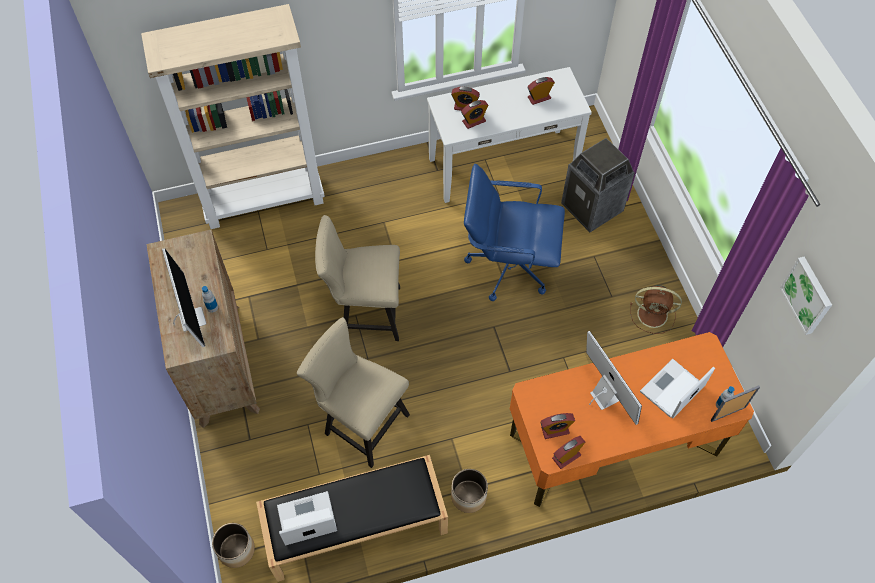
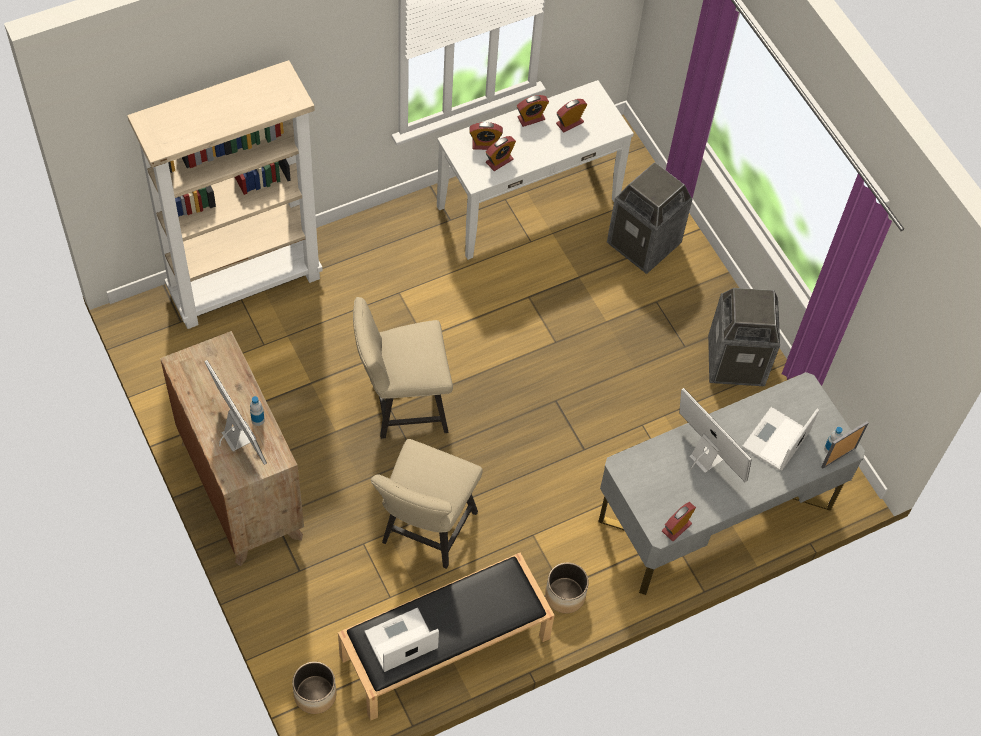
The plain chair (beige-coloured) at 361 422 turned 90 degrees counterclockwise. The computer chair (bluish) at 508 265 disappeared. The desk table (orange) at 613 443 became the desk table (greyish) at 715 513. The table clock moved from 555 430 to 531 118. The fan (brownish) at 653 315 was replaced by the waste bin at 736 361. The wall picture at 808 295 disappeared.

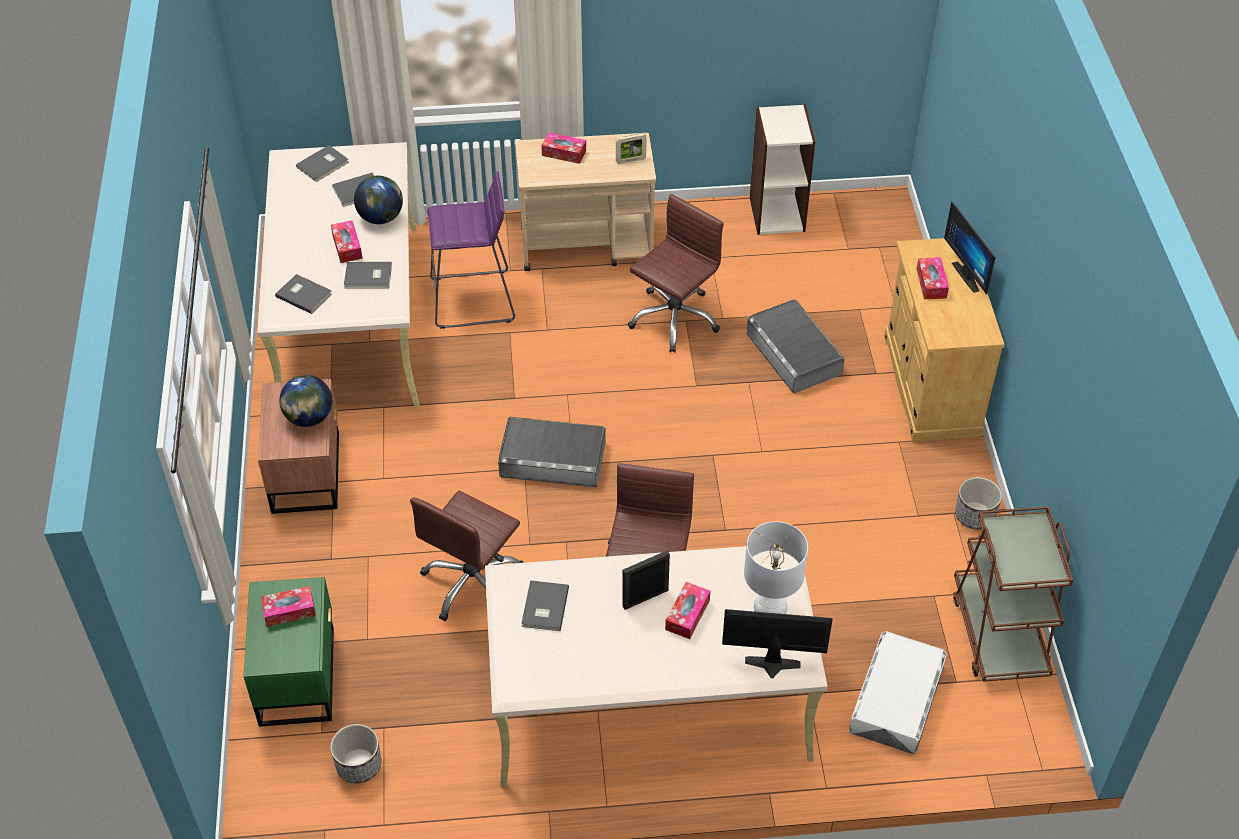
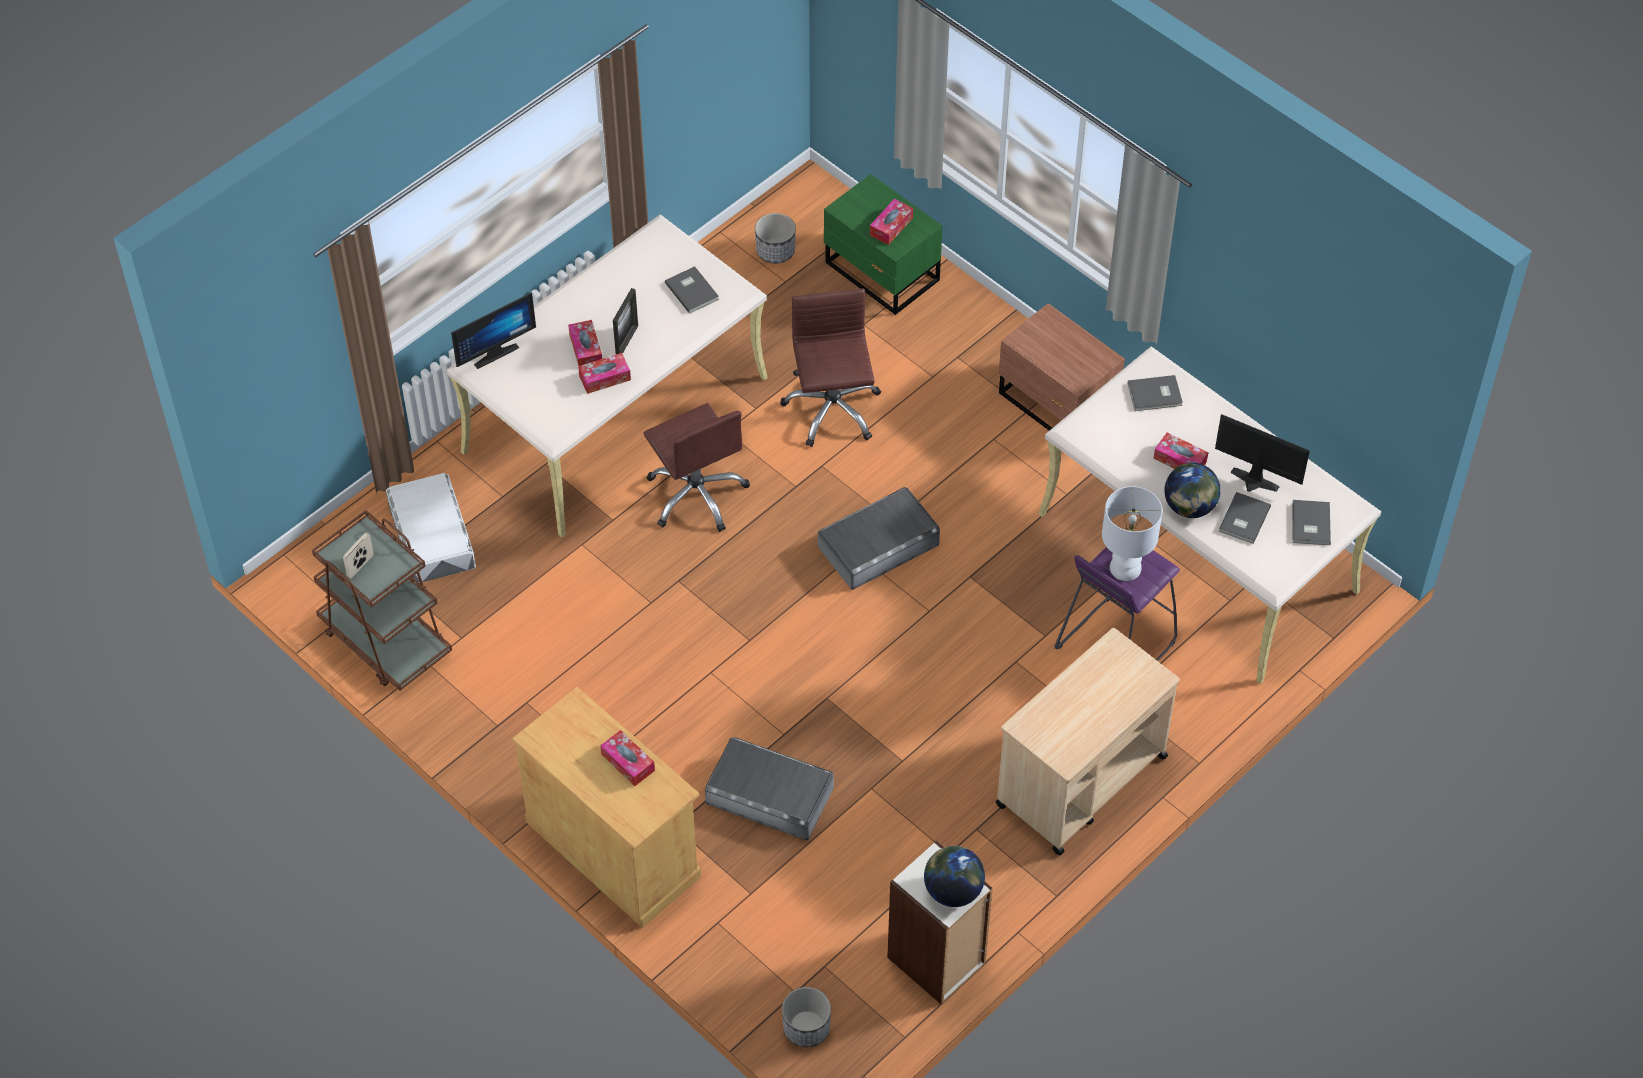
The globe moved from 309 418 to 953 890. The volume (greyish) at 368 277 disappeared. The tissue box moved from 564 153 to 605 378. The picture frame moved from 631 160 to 360 566. The computer chair (brownish) at 674 318 disappeared. The tabletop lamp (white-coloured) moved from 770 608 to 1125 567. The monitor moved from 970 275 to 1252 484. The flower pot moved from 974 516 to 806 1027.

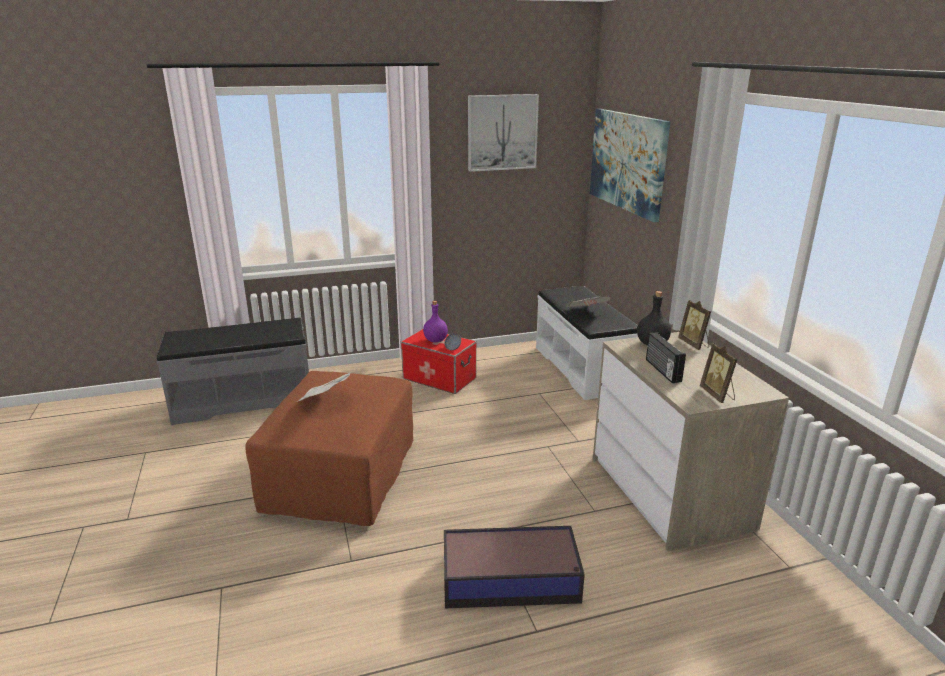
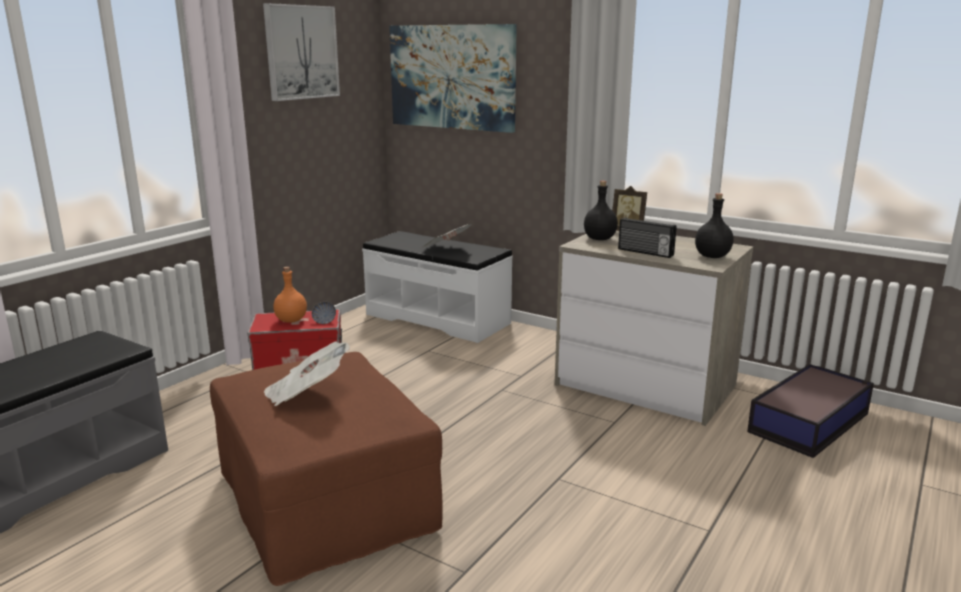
The beverage bottle (purplish) at 435 340 became the beverage bottle (orange) at 291 320. The storage box moved from 512 579 to 810 422. The picture frame at 718 395 was replaced by the beverage bottle (blackish) at 712 256.

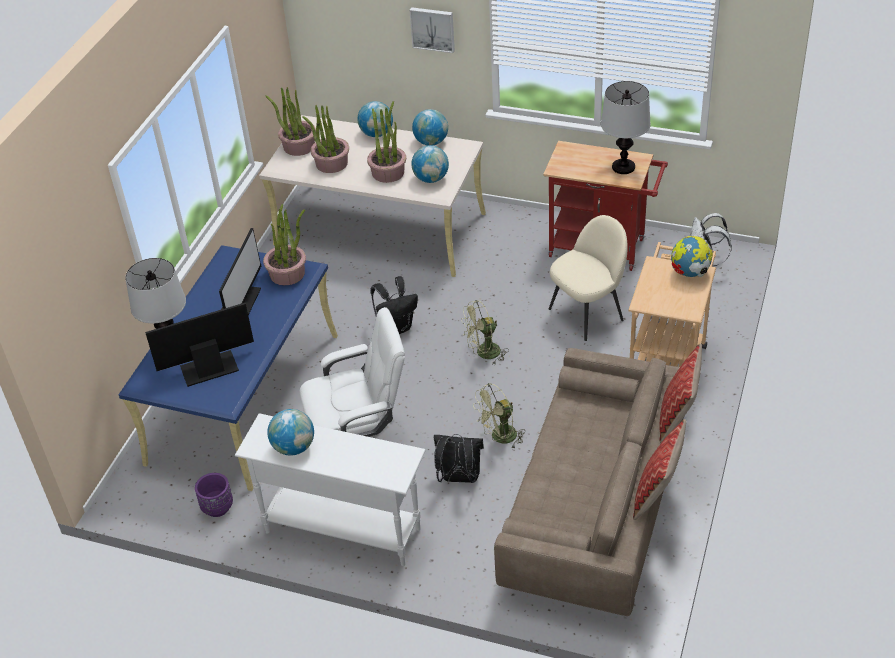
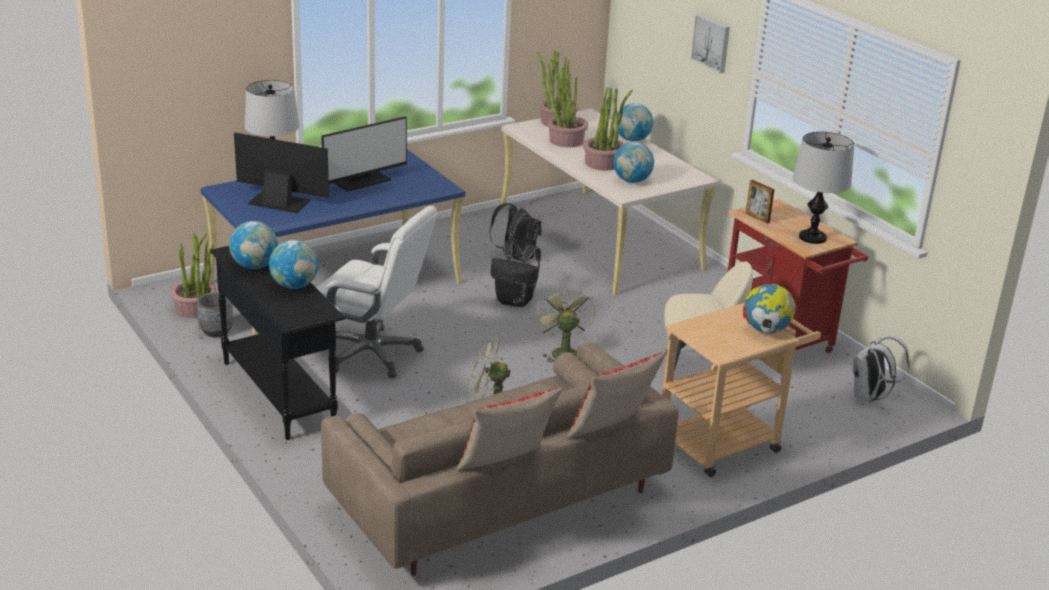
The flower pot (purplish) at 217 508 became the flower pot (greyish) at 216 331. The narrow table (white-coloured) at 342 530 became the narrow table (blackish) at 278 393. The potted plant moved from 287 273 to 195 309. The globe moved from 431 142 to 294 286. The rucksack (blackish) moved from 459 478 to 515 257. The fan (green) at 483 353 turned 60 degrees clockwise. The picture frame at 757 218 appeared.

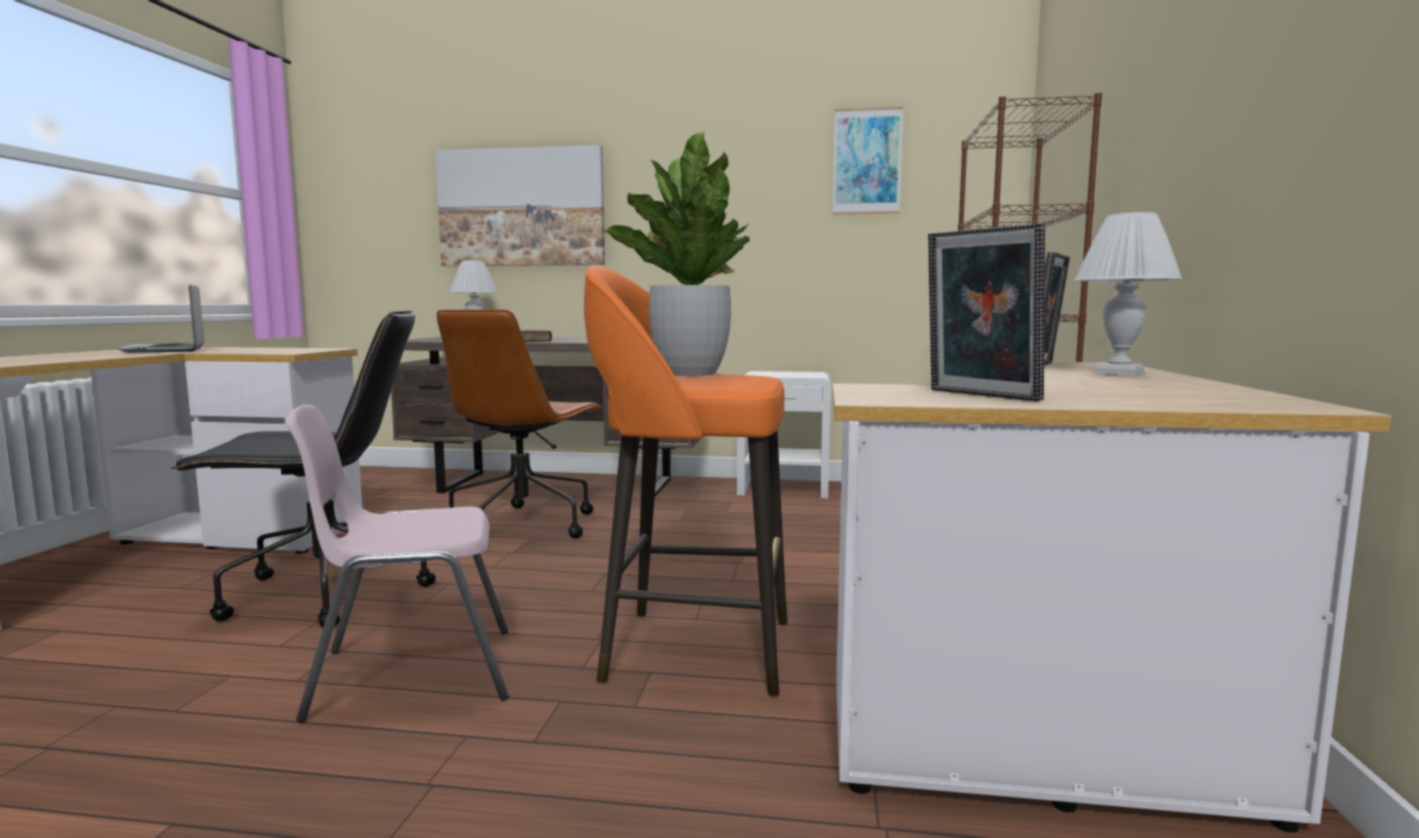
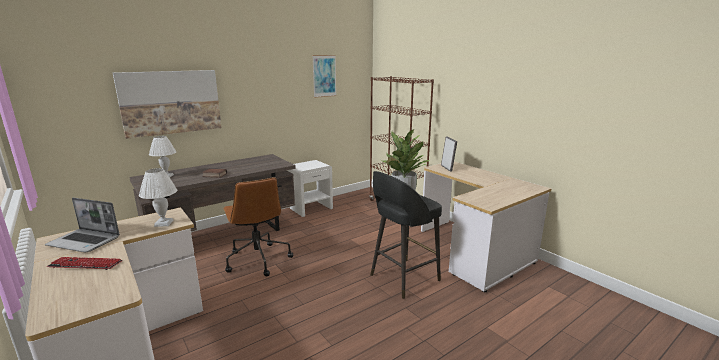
The computer chair (blackish) at 323 593 disappeared. The plain chair (pink) at 410 673 disappeared. The stool (orange) at 692 649 became the stool (blackish) at 403 278. The picture frame at 979 395 disappeared. The tabletop lamp (white-coloured) moved from 1118 373 to 163 223. The PC keyboard at 85 264 appeared.

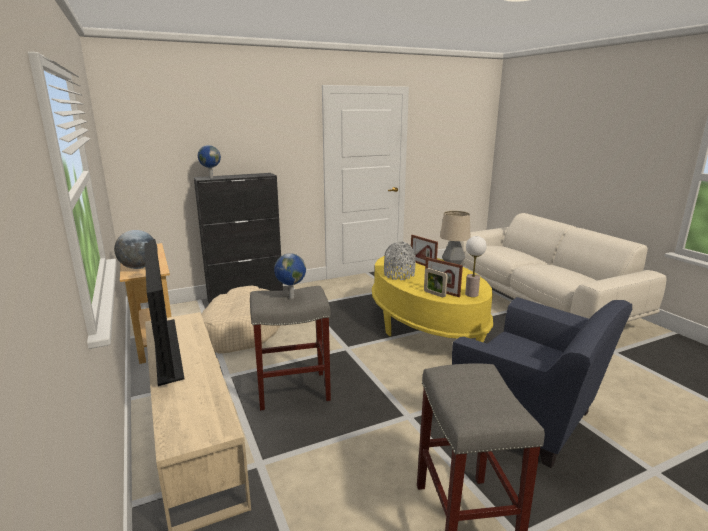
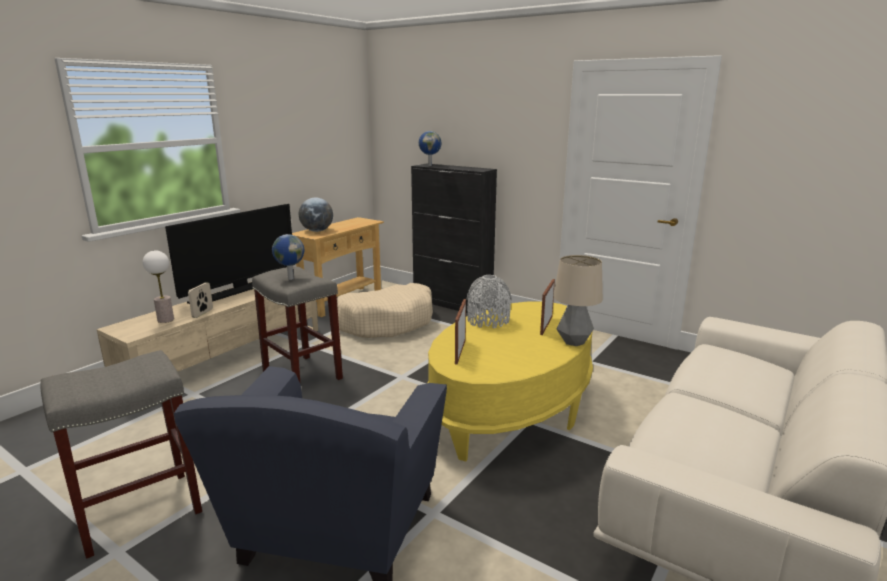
The picture frame moved from 434 294 to 202 313. The tabletop lamp moved from 471 294 to 165 320.

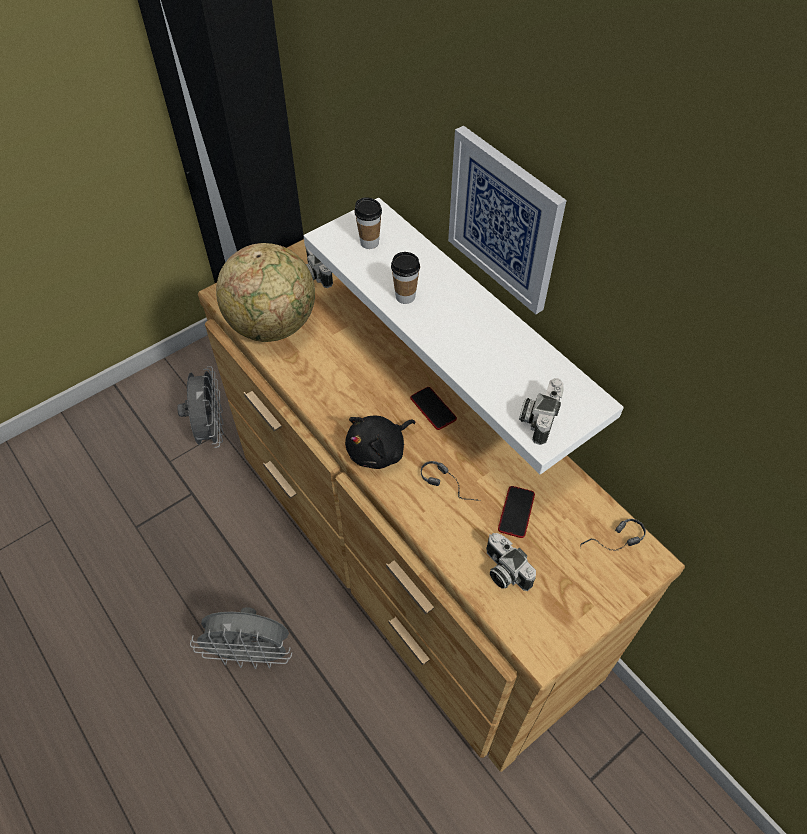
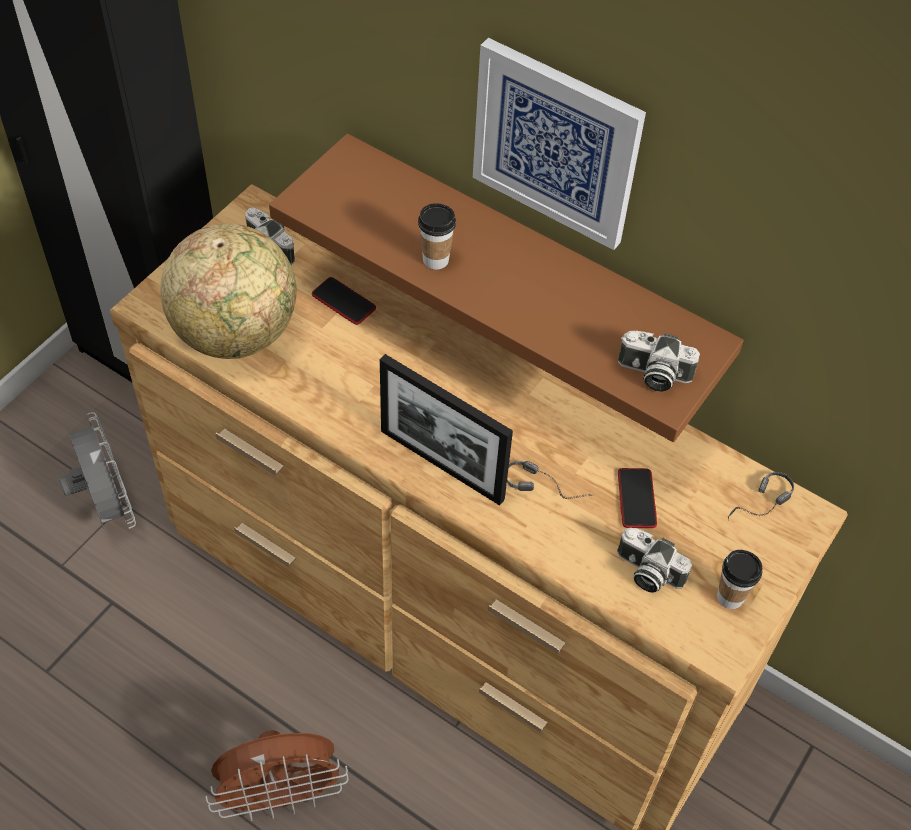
The fan (greyish) at 251 653 became the fan (brownish) at 281 796. The wall shelf (white-coloured) at 484 319 became the wall shelf (brownish) at 530 267. The cuddly toy (blackish) at 379 450 was replaced by the picture frame at 441 465. The drinking cup moved from 369 242 to 730 597. The phone moved from 433 408 to 343 302. The still camera at 538 417 turned 75 degrees counterclockwise.

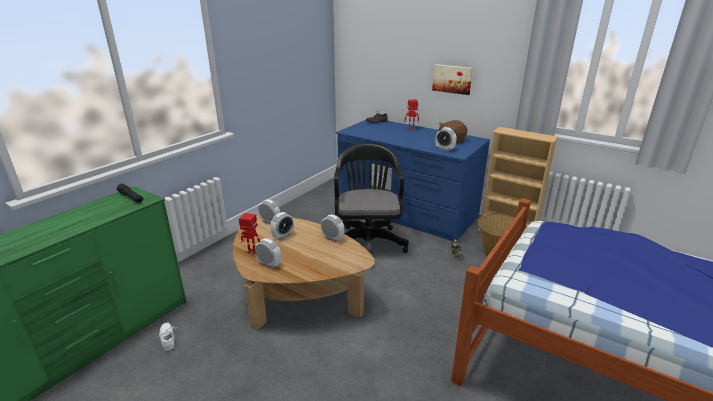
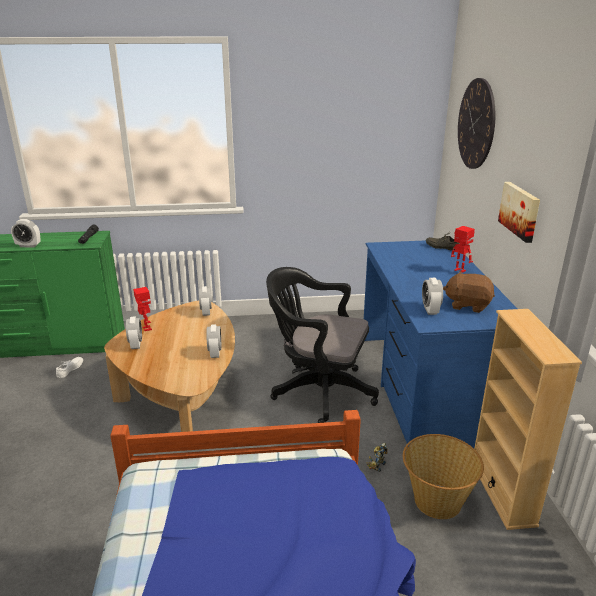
The table clock moved from 283 236 to 28 246. The computer chair (blackish) at 367 242 turned 120 degrees counterclockwise. The clock on the wall at 476 124 appeared.

